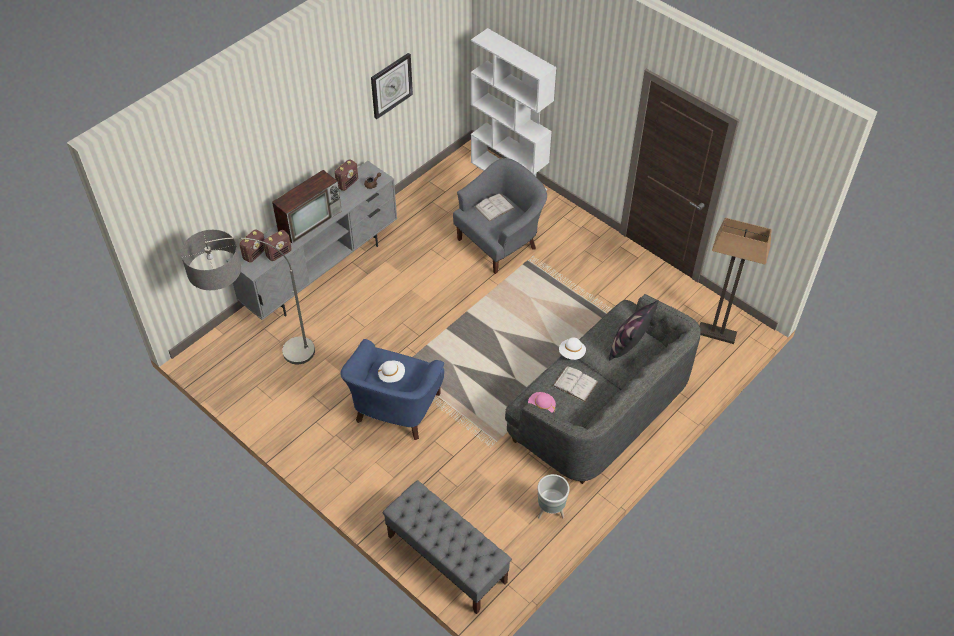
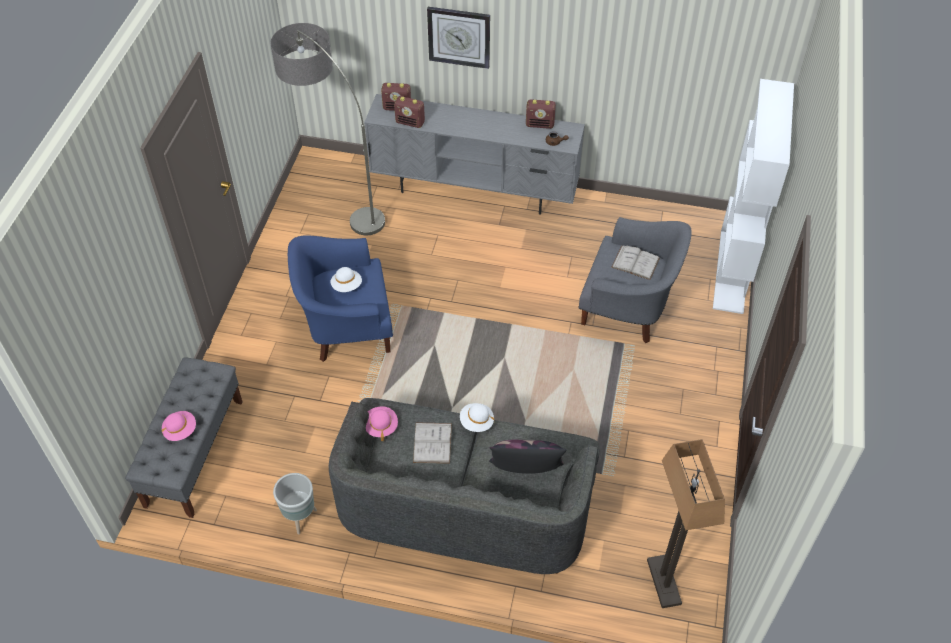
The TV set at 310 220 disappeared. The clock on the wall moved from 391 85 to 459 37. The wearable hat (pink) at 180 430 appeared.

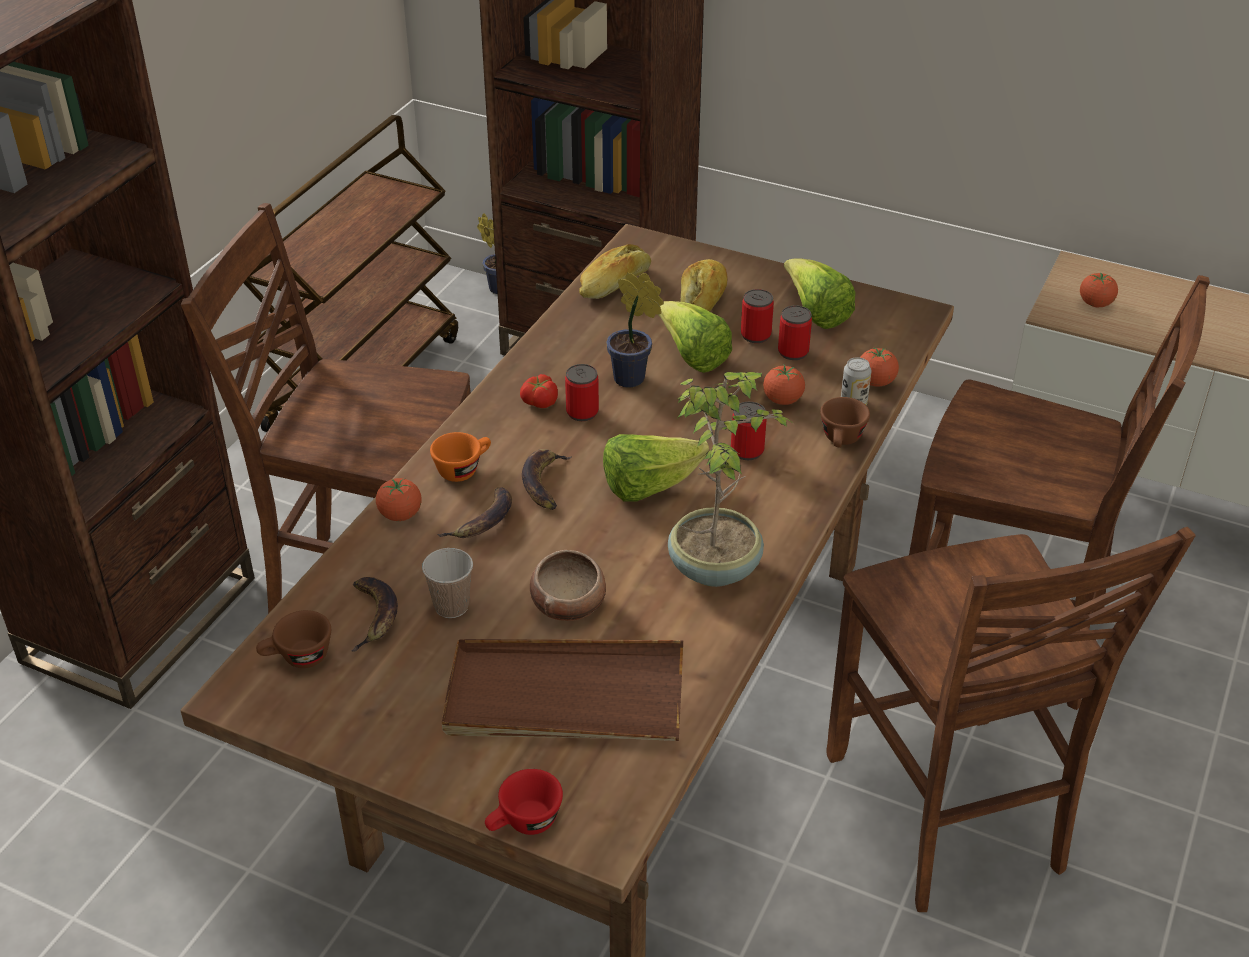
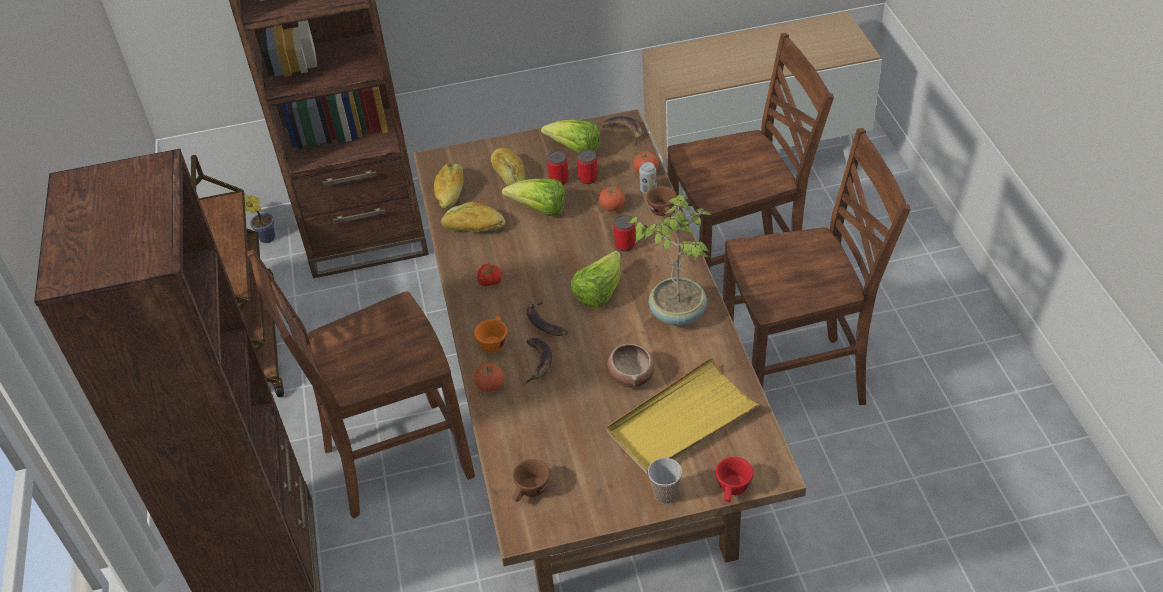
The banana fruit moved from 374 616 to 624 132. The drinking cup moved from 451 606 to 665 494. The carrying tray (brownish) at 564 697 became the carrying tray (yellowish) at 682 421. The can at 582 412 disappeared. The potted plant at 633 380 disappeared. The plain chair (brownish) at 947 815 turned 45 degrees counterclockwise. The whole tomato at 1095 304 disappeared. The bakery bread at 474 227 appeared.

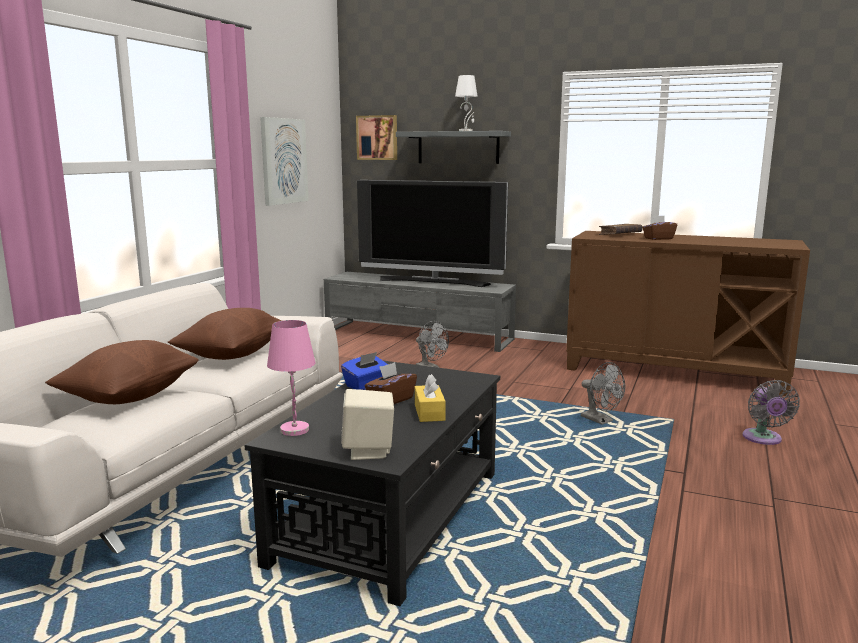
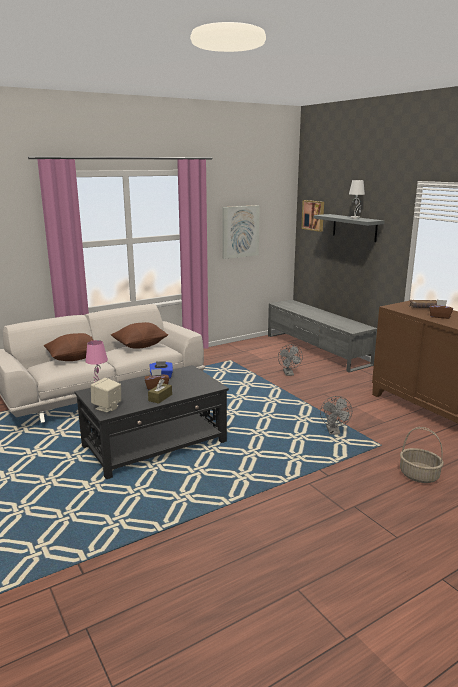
The TV set at 433 282 disappeared. The tissue box (yellowish) at 429 412 became the tissue box (brownish) at 160 397. The fan (greyish) at 763 439 was replaced by the storage basket at 419 475.

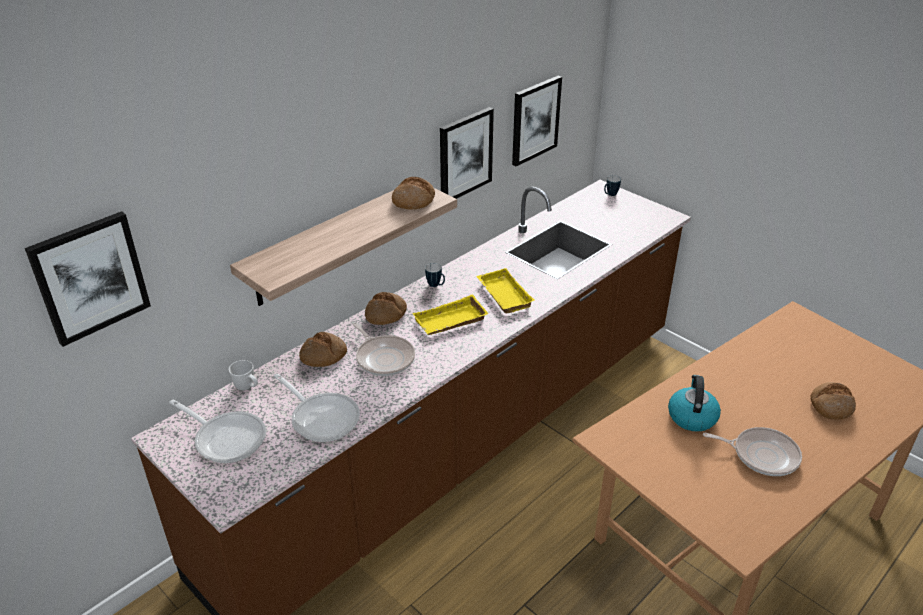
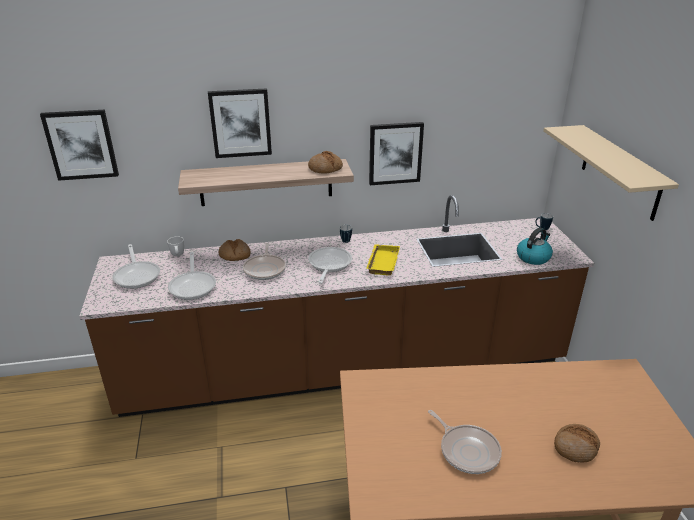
The bakery bread at 386 314 disappeared. The carrying tray (yellowish) at 450 322 was replaced by the frying pan at 328 265. The wall picture moved from 534 120 to 240 123. The kettle moved from 691 416 to 533 257. The wall shelf (beige-coloured) at 620 172 appeared.

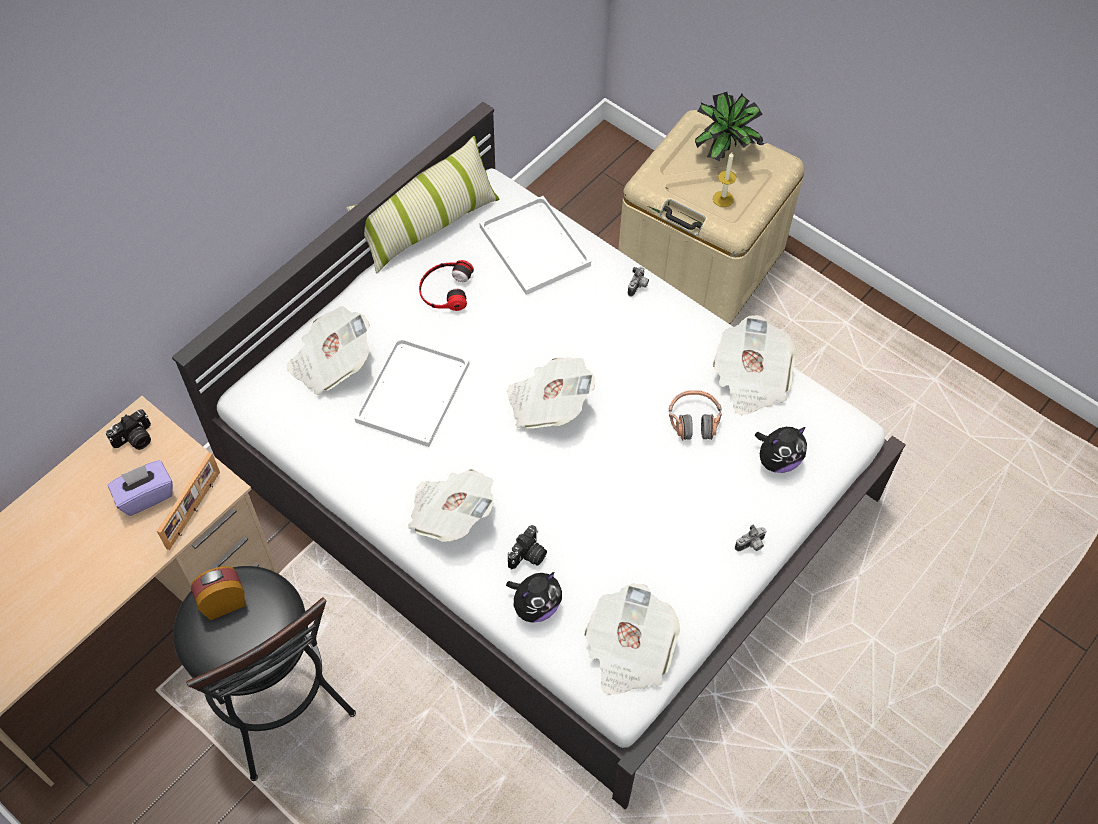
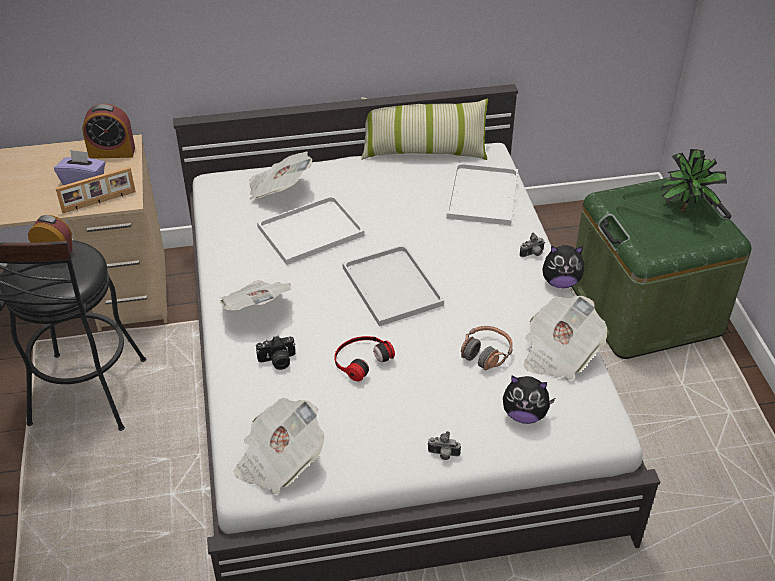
The still camera at 135 439 was replaced by the table clock at 112 152. The headset moved from 445 289 to 361 359. The cuddly toy moved from 535 606 to 560 282. The printed paper at 548 405 was replaced by the carrying tray (white-coloured) at 390 285. The storage box (beige-coloured) at 701 259 became the storage box (green) at 645 308. The wax light at 723 199 disappeared.

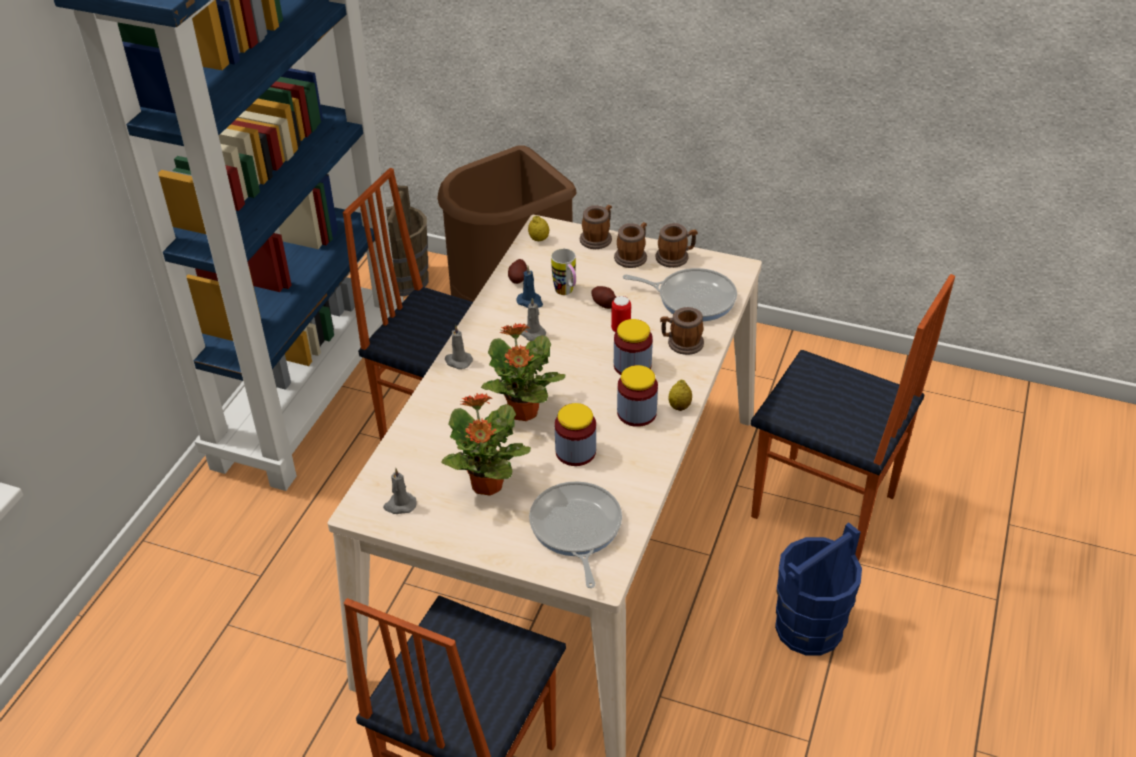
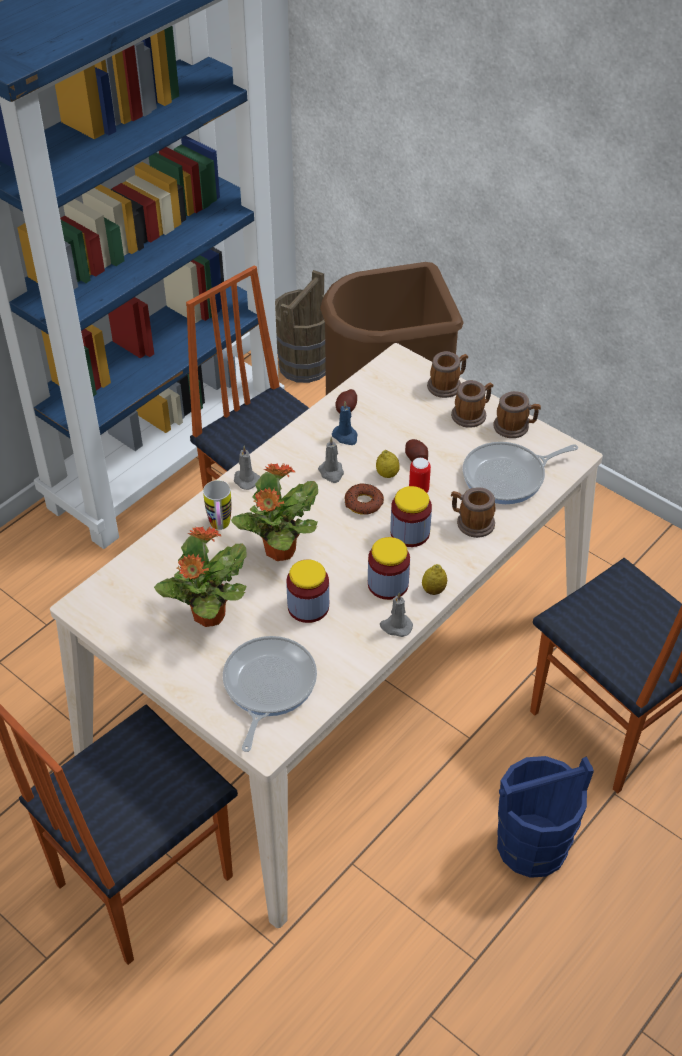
The wax light (greyish) moved from 400 505 to 395 626. The whole lemon moved from 539 239 to 387 474. The mug moved from 566 293 to 220 527. The frying pan at 692 298 turned 120 degrees clockwise. The doughnut at 363 503 appeared.

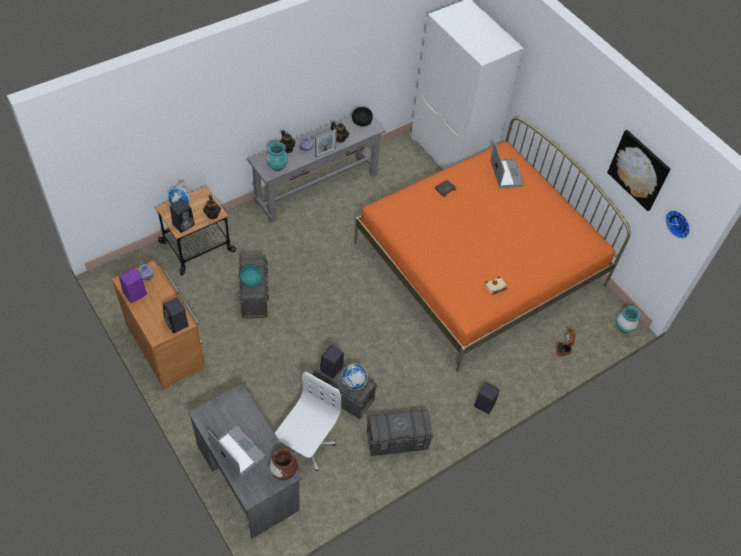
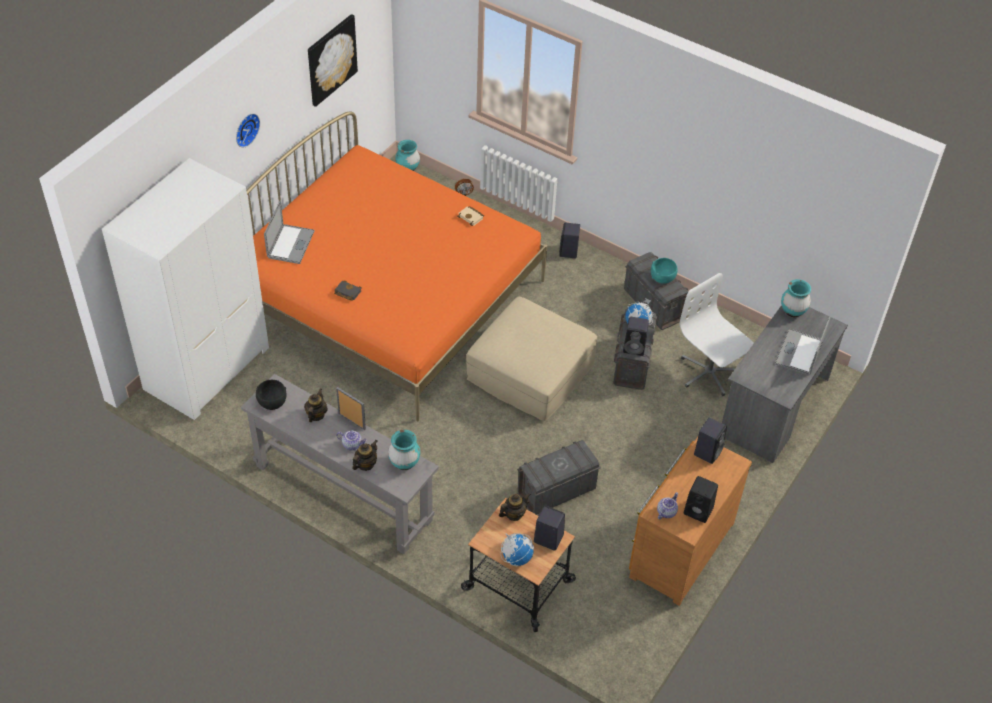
The loudspeaker (purplish) at 134 294 became the loudspeaker (blackish) at 699 511. The serving bowl (turquoise-coloured) moved from 251 282 to 663 277. The decorative vase (brownish) at 283 471 became the decorative vase (turquoise-coloured) at 792 311. The computer chair (white-coloured) at 306 446 turned 45 degrees clockwise. The notebook computer at 506 173 turned 135 degrees clockwise. The clock on the wall moved from 679 223 to 245 129. The pouffe (beige-coloured) at 529 372 appeared.

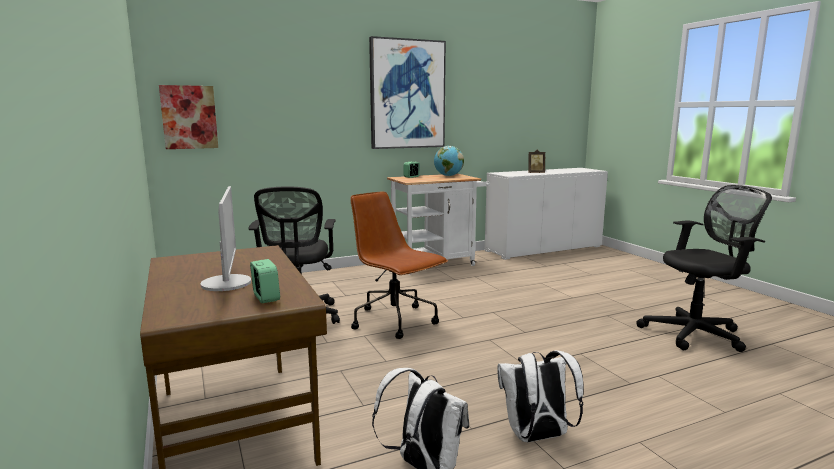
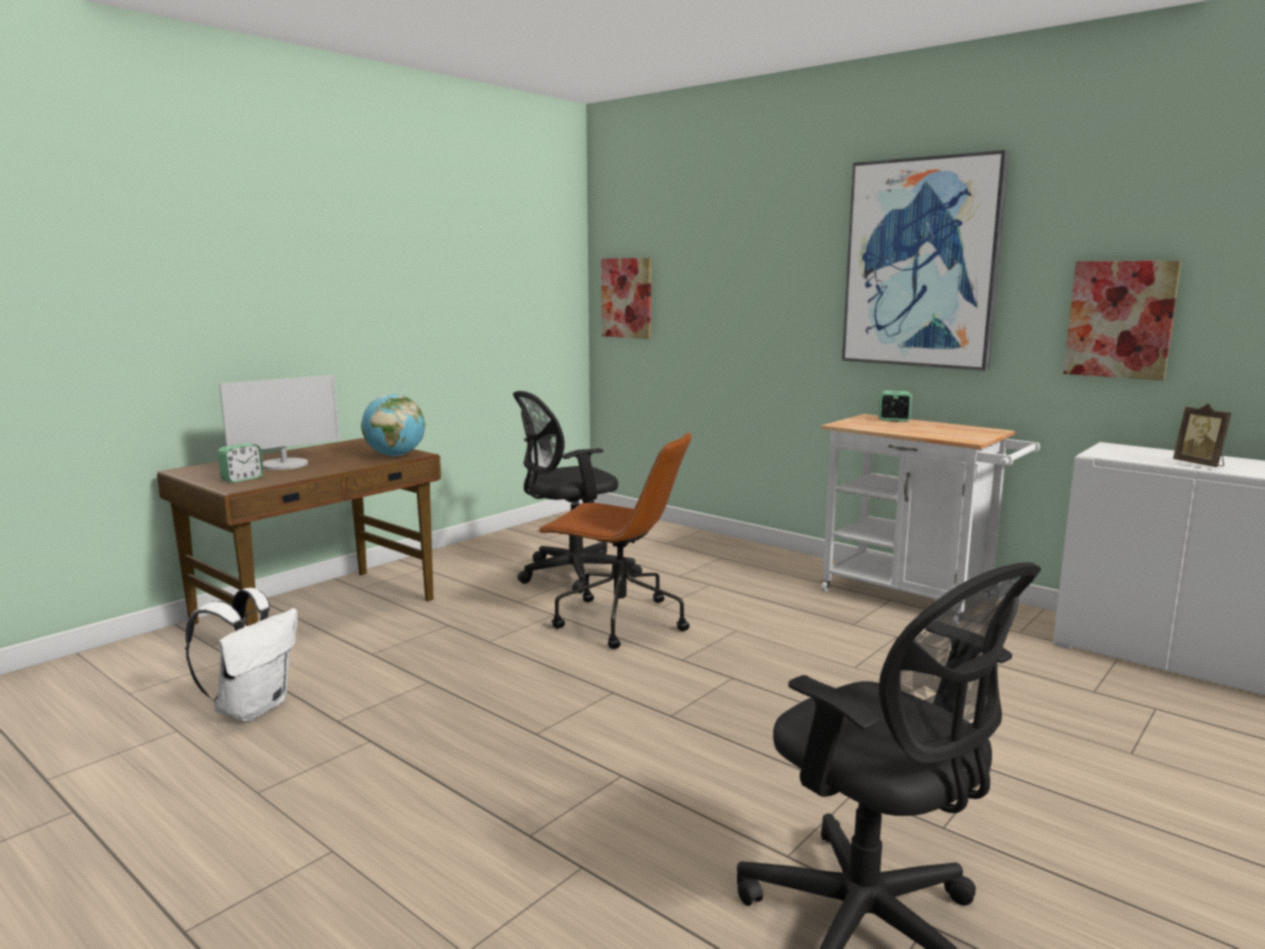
The computer chair (brownish) at 395 321 turned 90 degrees clockwise. The globe moved from 448 176 to 395 455. The rucksack (white-coloured) at 536 437 disappeared. The wall picture at 1120 319 appeared.

